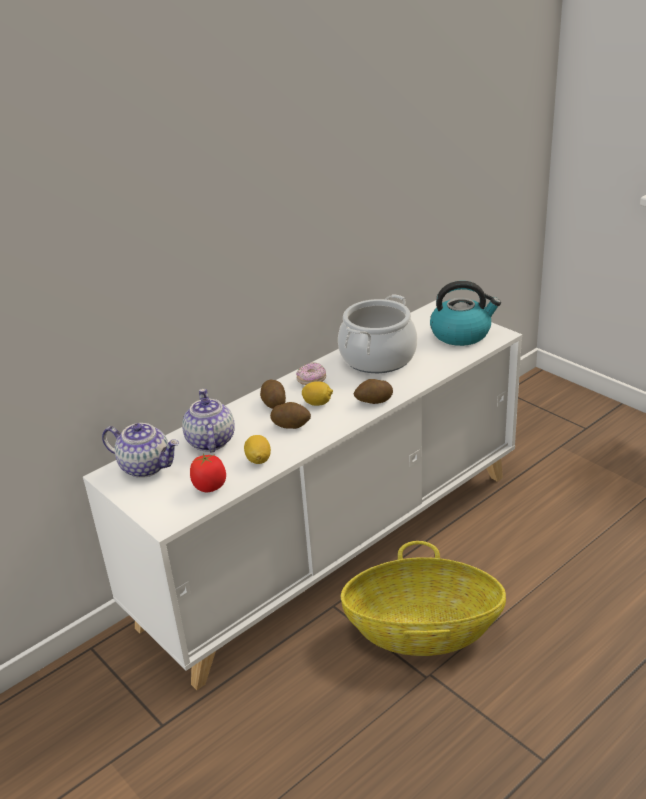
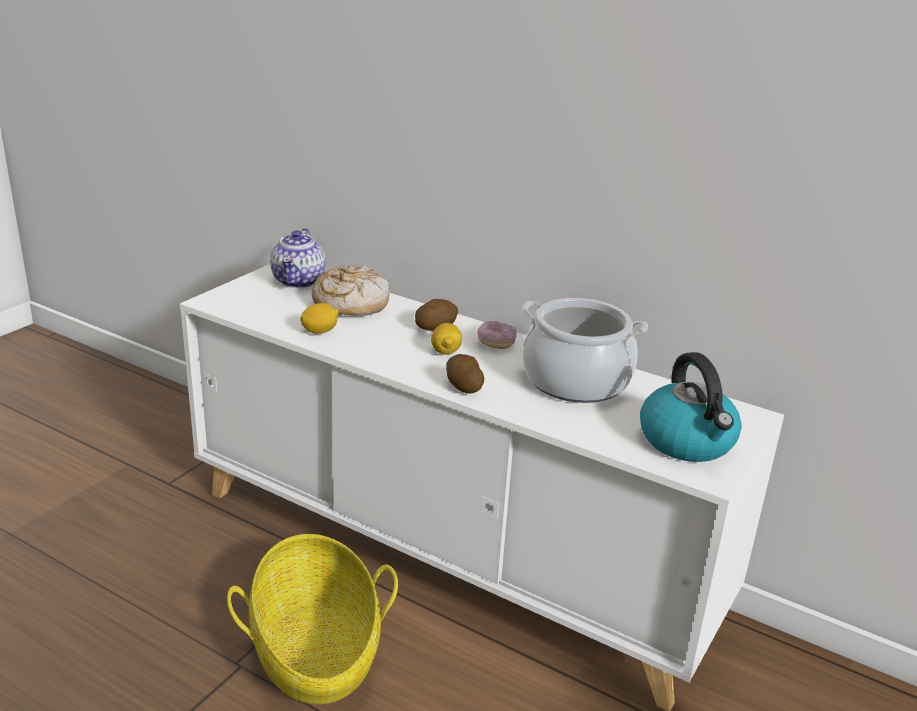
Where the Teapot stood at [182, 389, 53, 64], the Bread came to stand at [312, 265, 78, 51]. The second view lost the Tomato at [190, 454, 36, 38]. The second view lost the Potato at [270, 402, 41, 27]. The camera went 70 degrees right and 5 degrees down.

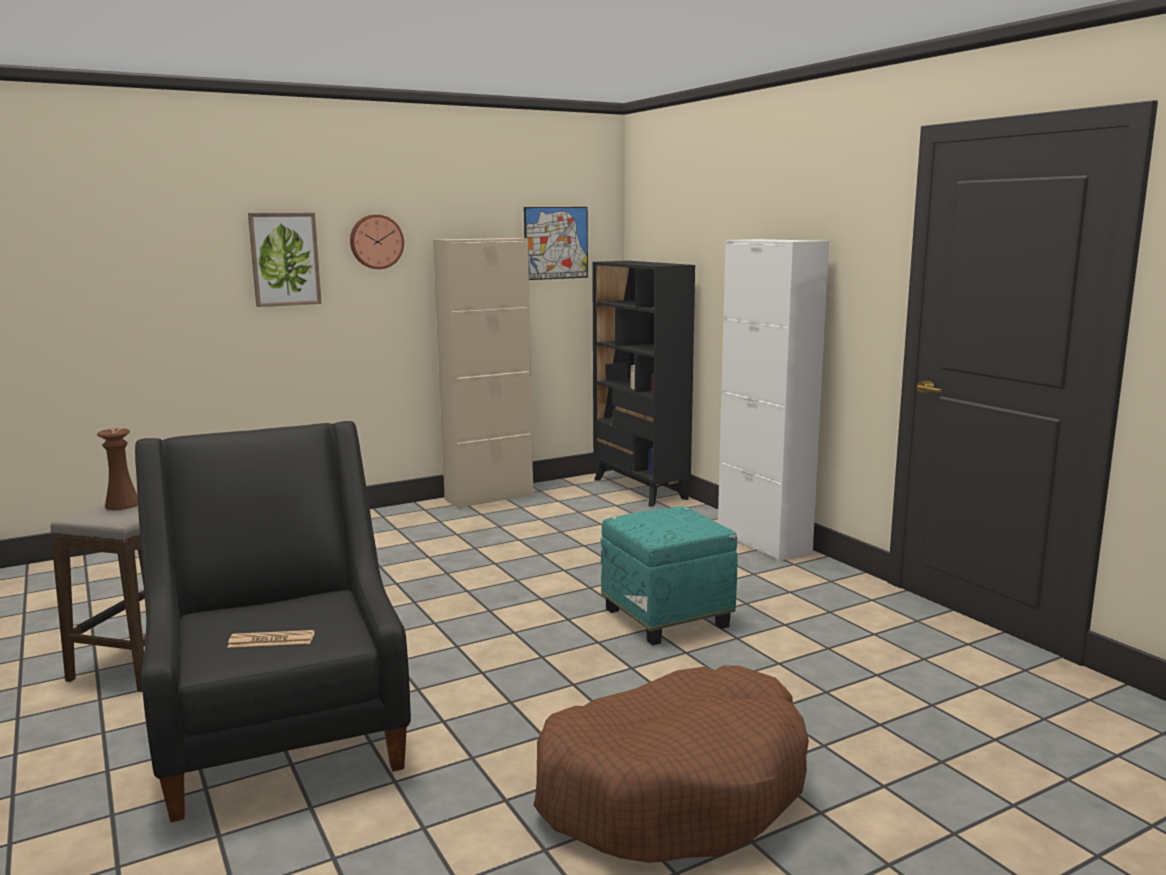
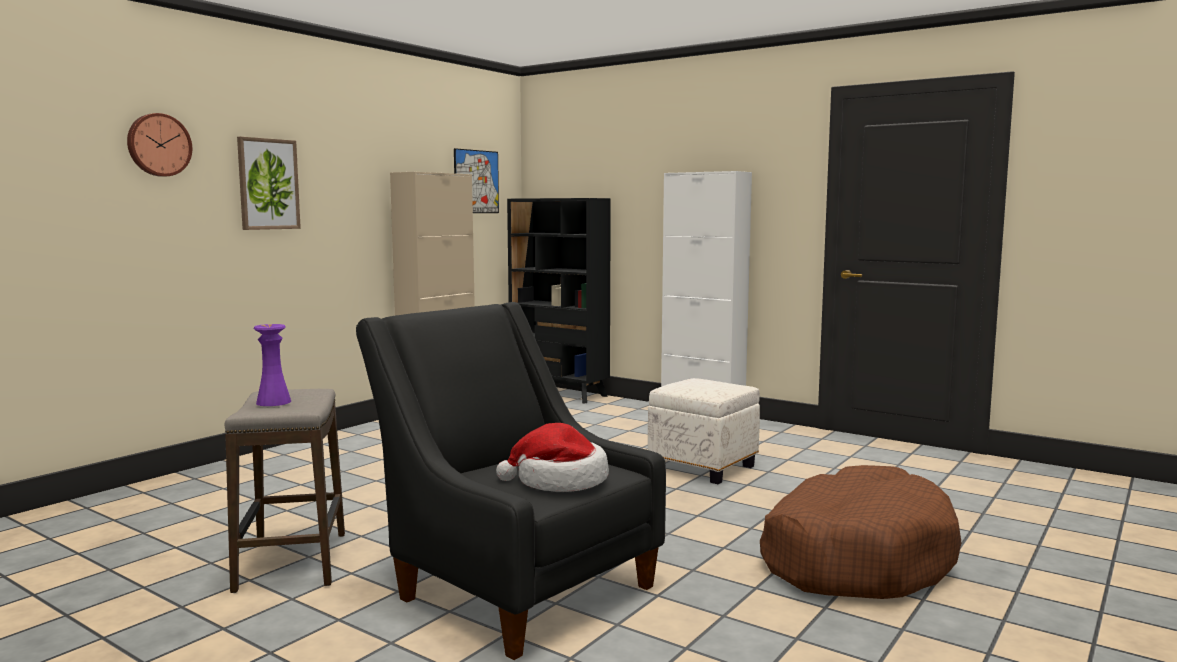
What was the BrownVase at [97, 428, 41, 82] turned into the PurpleVase at [254, 324, 37, 82]. Where the Newspaper stood at [227, 630, 88, 18], the Hat came to stand at [496, 423, 113, 69]. The WallClock ended up elsewhere, having gone from [350, 214, 54, 55] to [127, 113, 65, 64]. What was the TurquoiseOttoman at [601, 506, 136, 139] turned into the WhiteOttoman at [648, 378, 112, 106]. The camera went 25 degrees left and 5 degrees down.

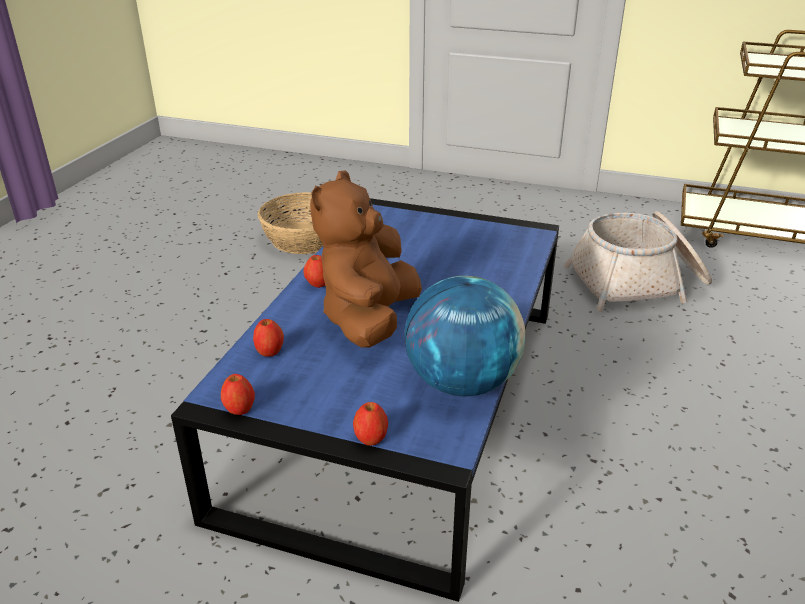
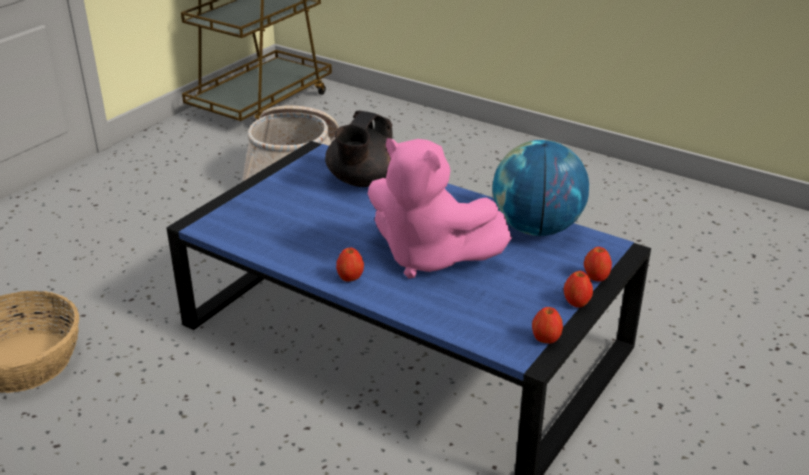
The Apple ended up elsewhere, having gone from [253, 319, 31, 38] to [564, 271, 29, 37]. What was the BrownPlushToy at [310, 170, 112, 178] turned into the PinkPlushToy at [368, 138, 144, 140]. The second view gained the BlackTeapot at [325, 110, 68, 77]. The camera went 75 degrees left and 0 degrees up.

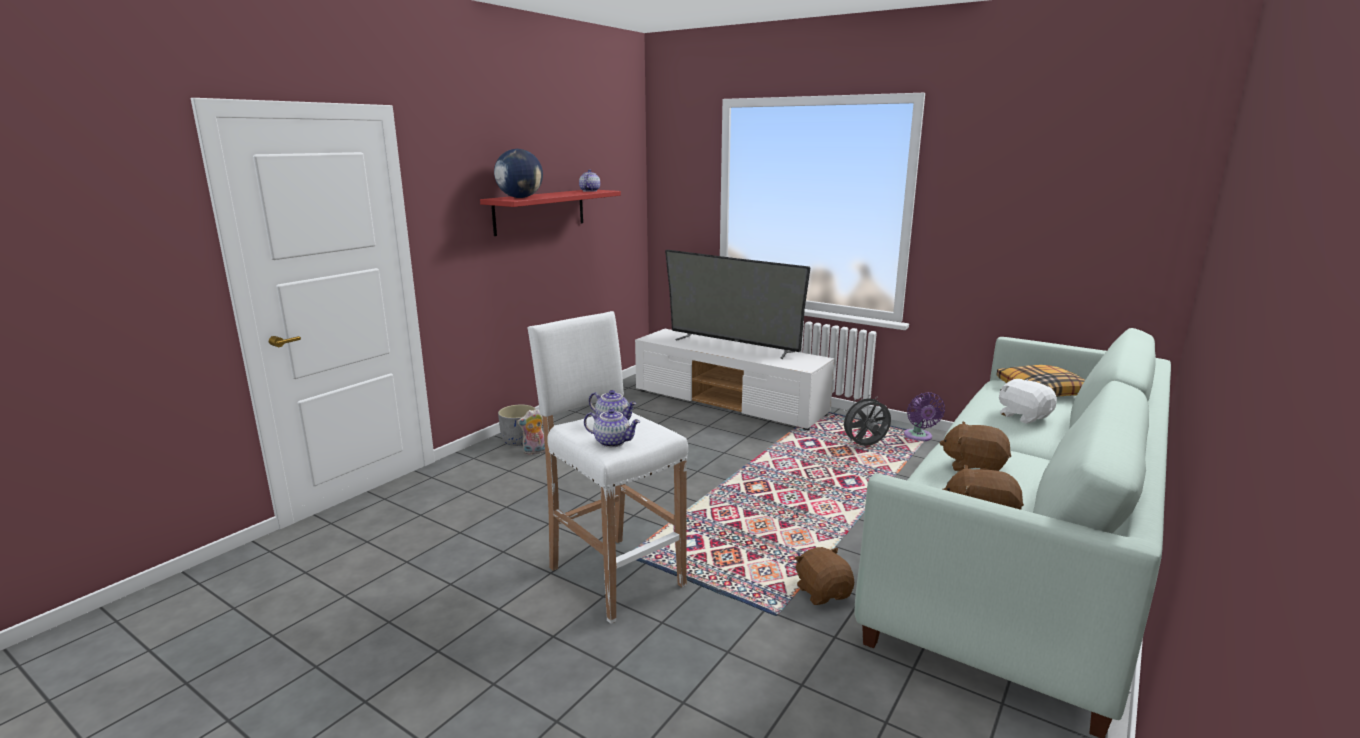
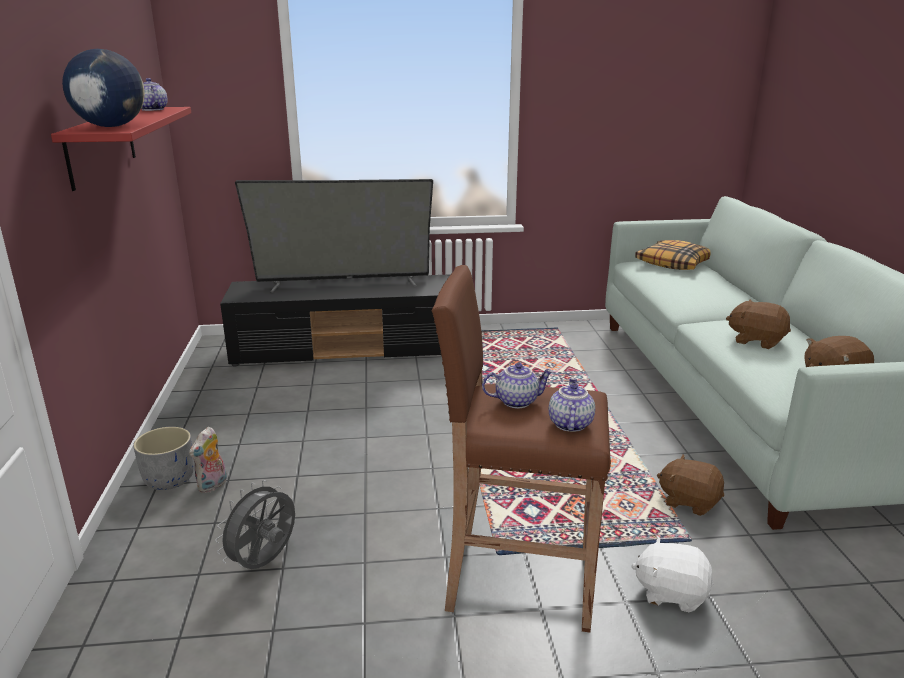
What was the WhiteStool at [528, 311, 160, 313] turned into the BrownStool at [432, 265, 179, 367]. The Teapot at [584, 409, 56, 38] ended up facing another way, 60 degrees counterclockwise from before. What was the WhiteTvStand at [635, 329, 199, 101] turned into the BlackTvStand at [220, 274, 231, 93]. The GreyFan ended up elsewhere, having gone from [840, 395, 51, 51] to [215, 480, 80, 89]. The second view lost the PurpleFan at [904, 392, 41, 49]. The BrownPlushToy at [940, 421, 71, 51] ended up facing another way, 45 degrees clockwise from before. The WhitePlushToy ended up elsewhere, having gone from [999, 379, 58, 45] to [631, 536, 83, 76]. The camera went 40 degrees left and 5 degrees up.

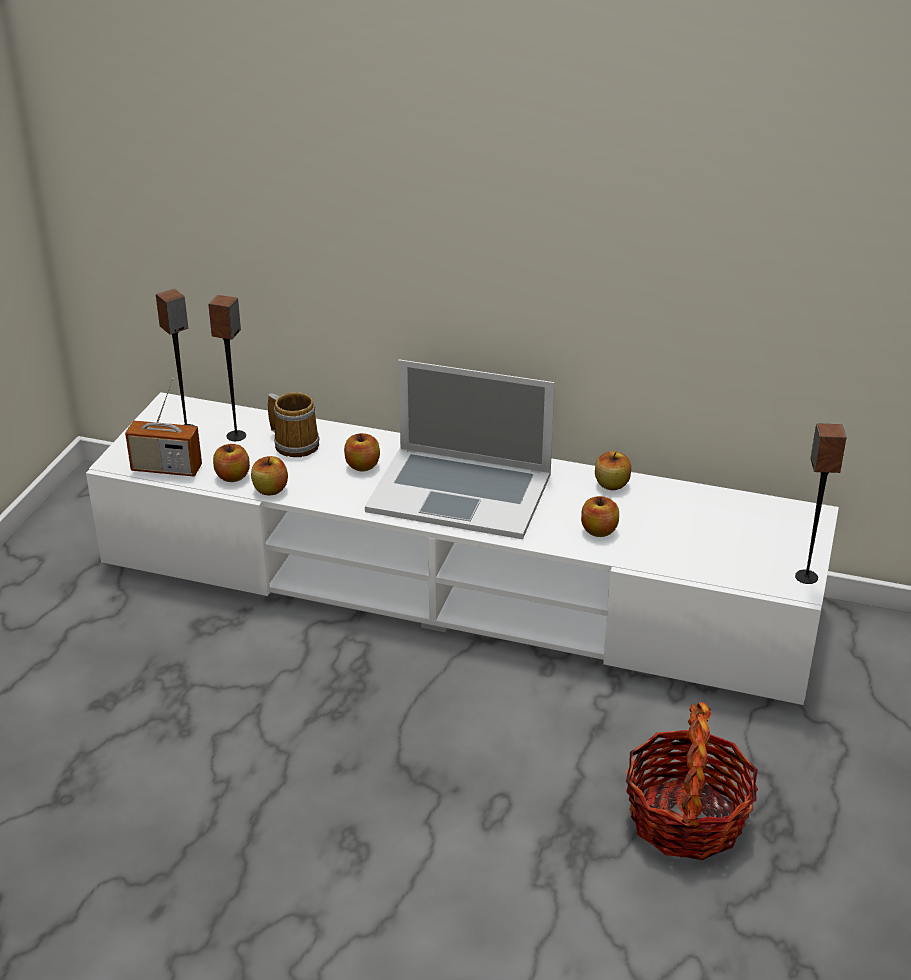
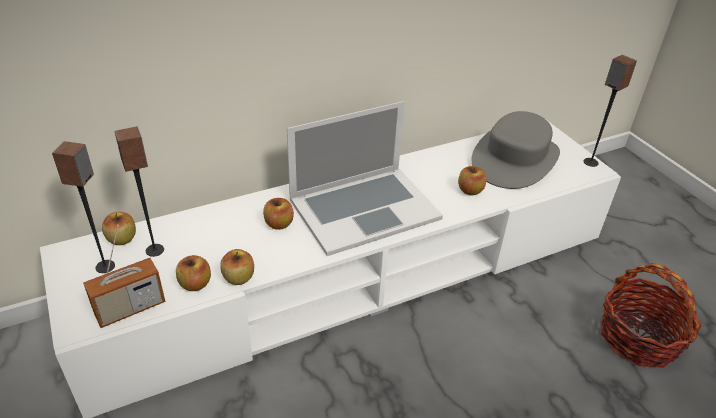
The second view lost the Mug at [268, 392, 52, 65]. The Apple ended up elsewhere, having gone from [595, 451, 36, 39] to [102, 212, 34, 33]. The second view gained the GreyHat at [472, 111, 88, 78]. The camera went 45 degrees left and 5 degrees up.

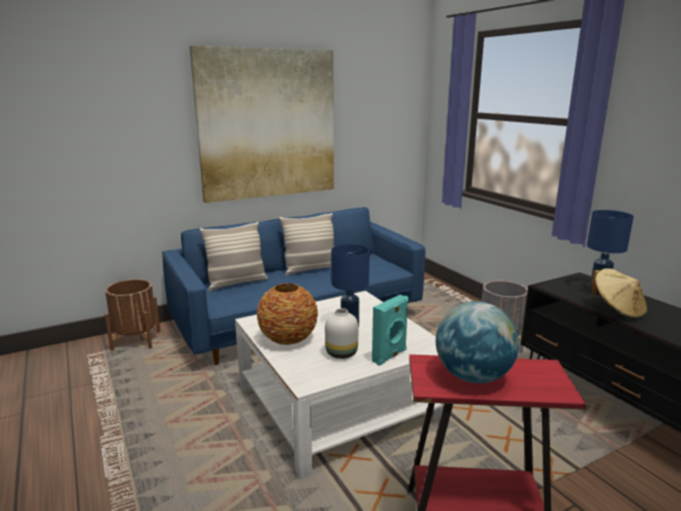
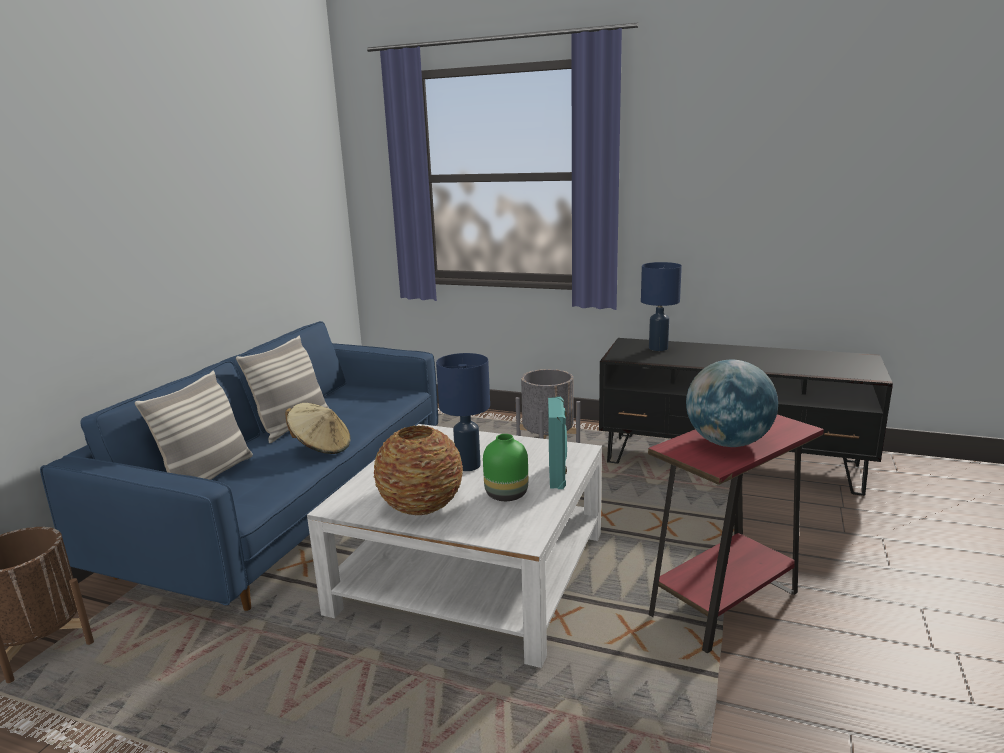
The second view lost the Picture at [190, 46, 144, 157]. What was the WhiteVase at [325, 308, 33, 51] turned into the GreenVase at [483, 434, 45, 67]. The BeigeHat ended up elsewhere, having gone from [592, 268, 55, 51] to [285, 403, 66, 51]. The camera went 40 degrees left and 0 degrees up.

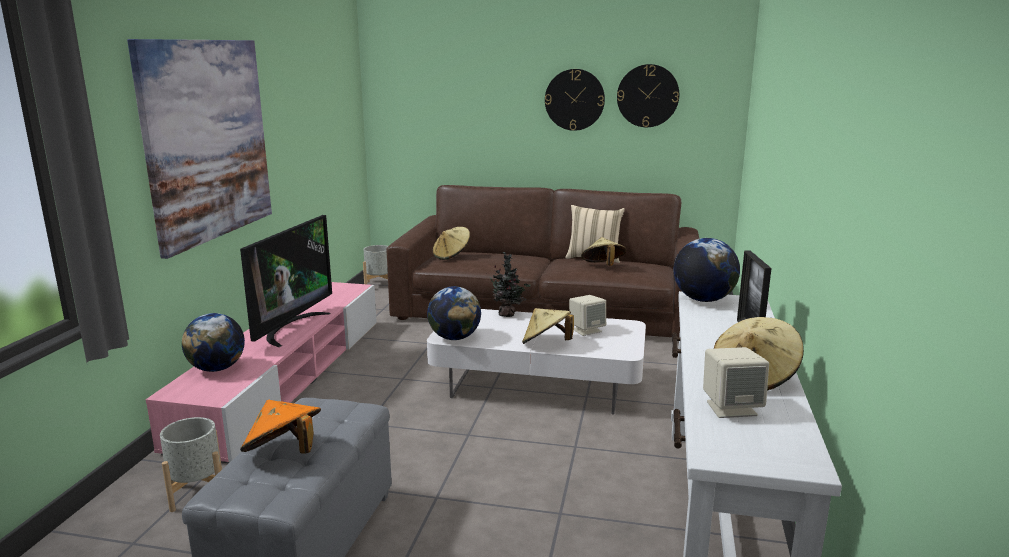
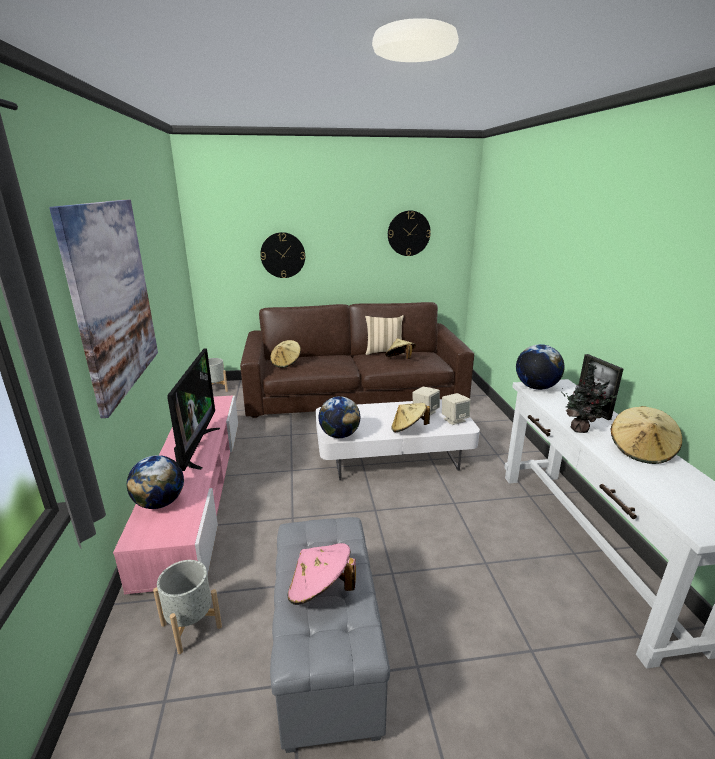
What was the OrangeHat at [240, 399, 81, 55] turned into the PinkHat at [288, 543, 68, 62]. The PottedPlant ended up elsewhere, having gone from [486, 252, 45, 65] to [561, 363, 56, 70]. The WallClock ended up elsewhere, having gone from [545, 69, 60, 62] to [260, 232, 45, 46]. The BeigeSpeaker ended up elsewhere, having gone from [703, 347, 66, 71] to [442, 393, 29, 32]. The camera went 20 degrees left and 5 degrees up.

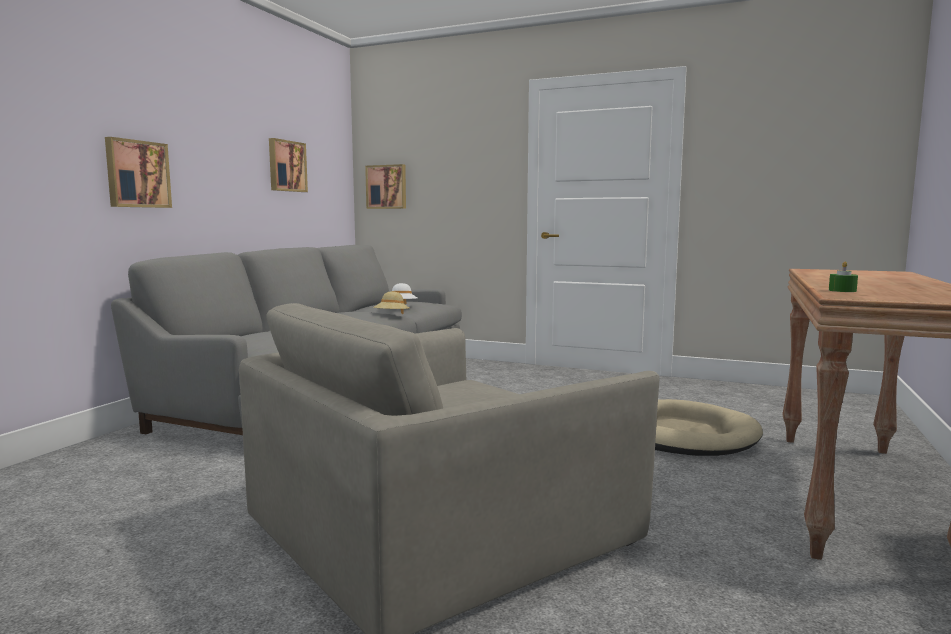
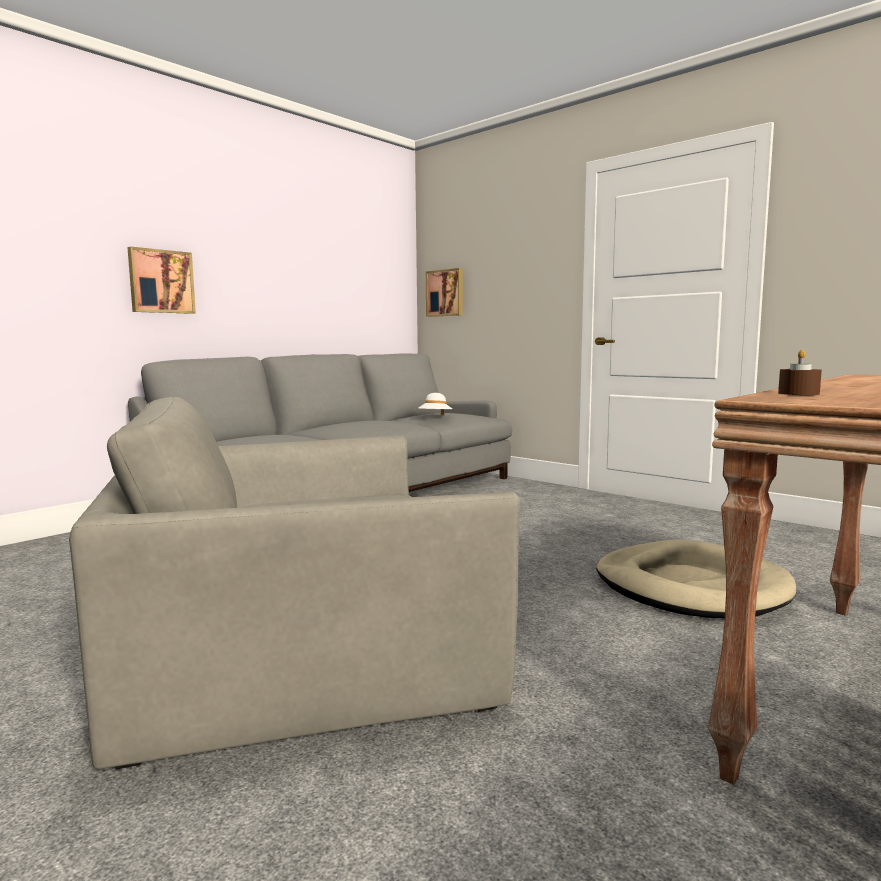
The second view lost the Picture at [269, 138, 39, 54]. The second view lost the BeigeHat at [374, 291, 35, 23]. What was the GreenCandle at [829, 261, 29, 31] turned into the BrownCandle at [778, 350, 44, 45]. The camera went 20 degrees right and 0 degrees up.

